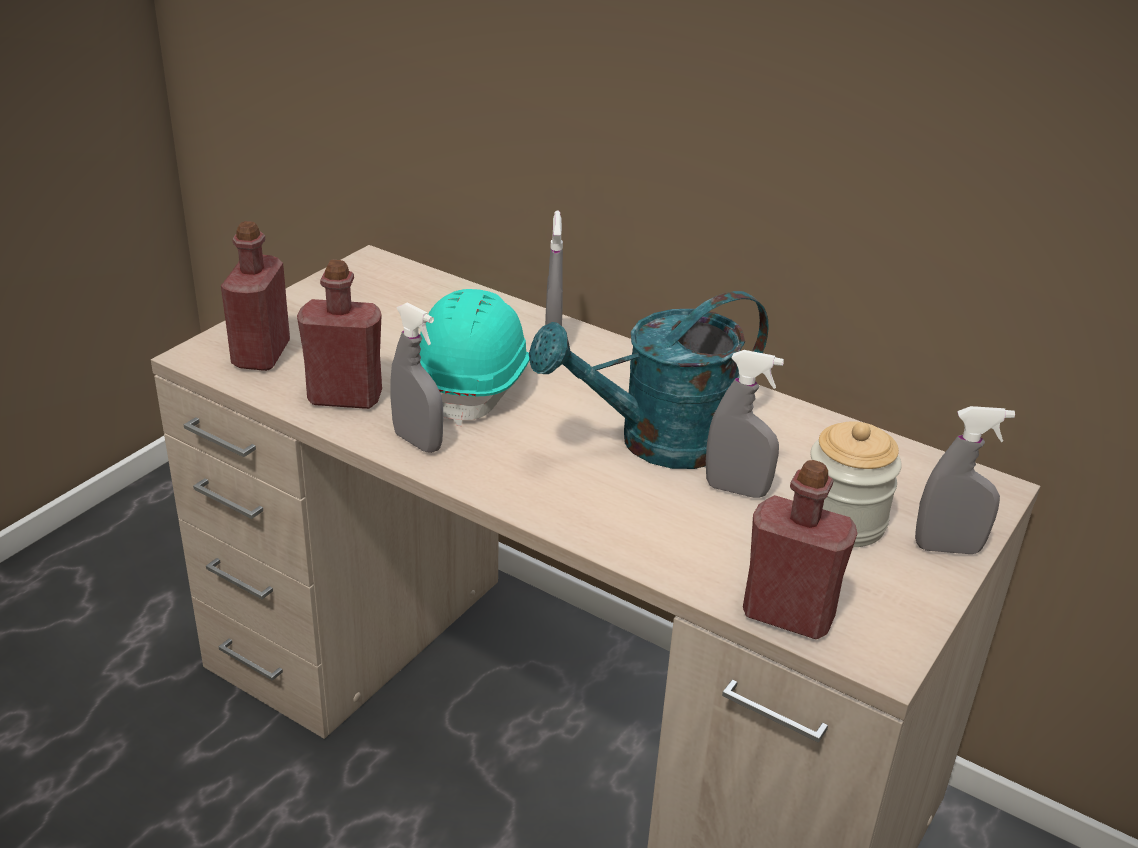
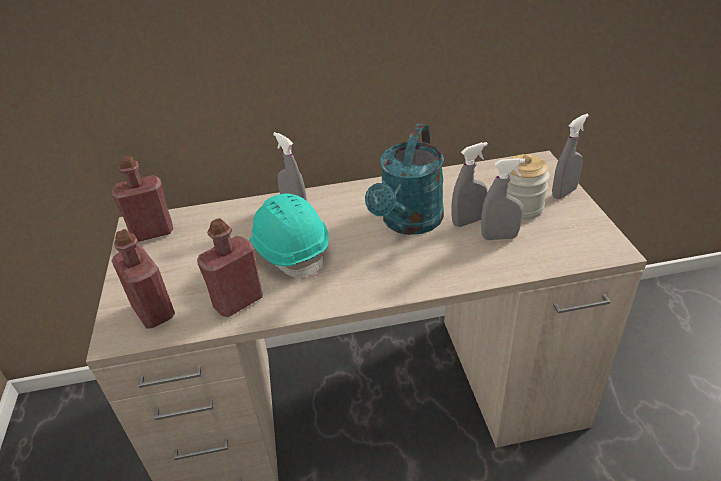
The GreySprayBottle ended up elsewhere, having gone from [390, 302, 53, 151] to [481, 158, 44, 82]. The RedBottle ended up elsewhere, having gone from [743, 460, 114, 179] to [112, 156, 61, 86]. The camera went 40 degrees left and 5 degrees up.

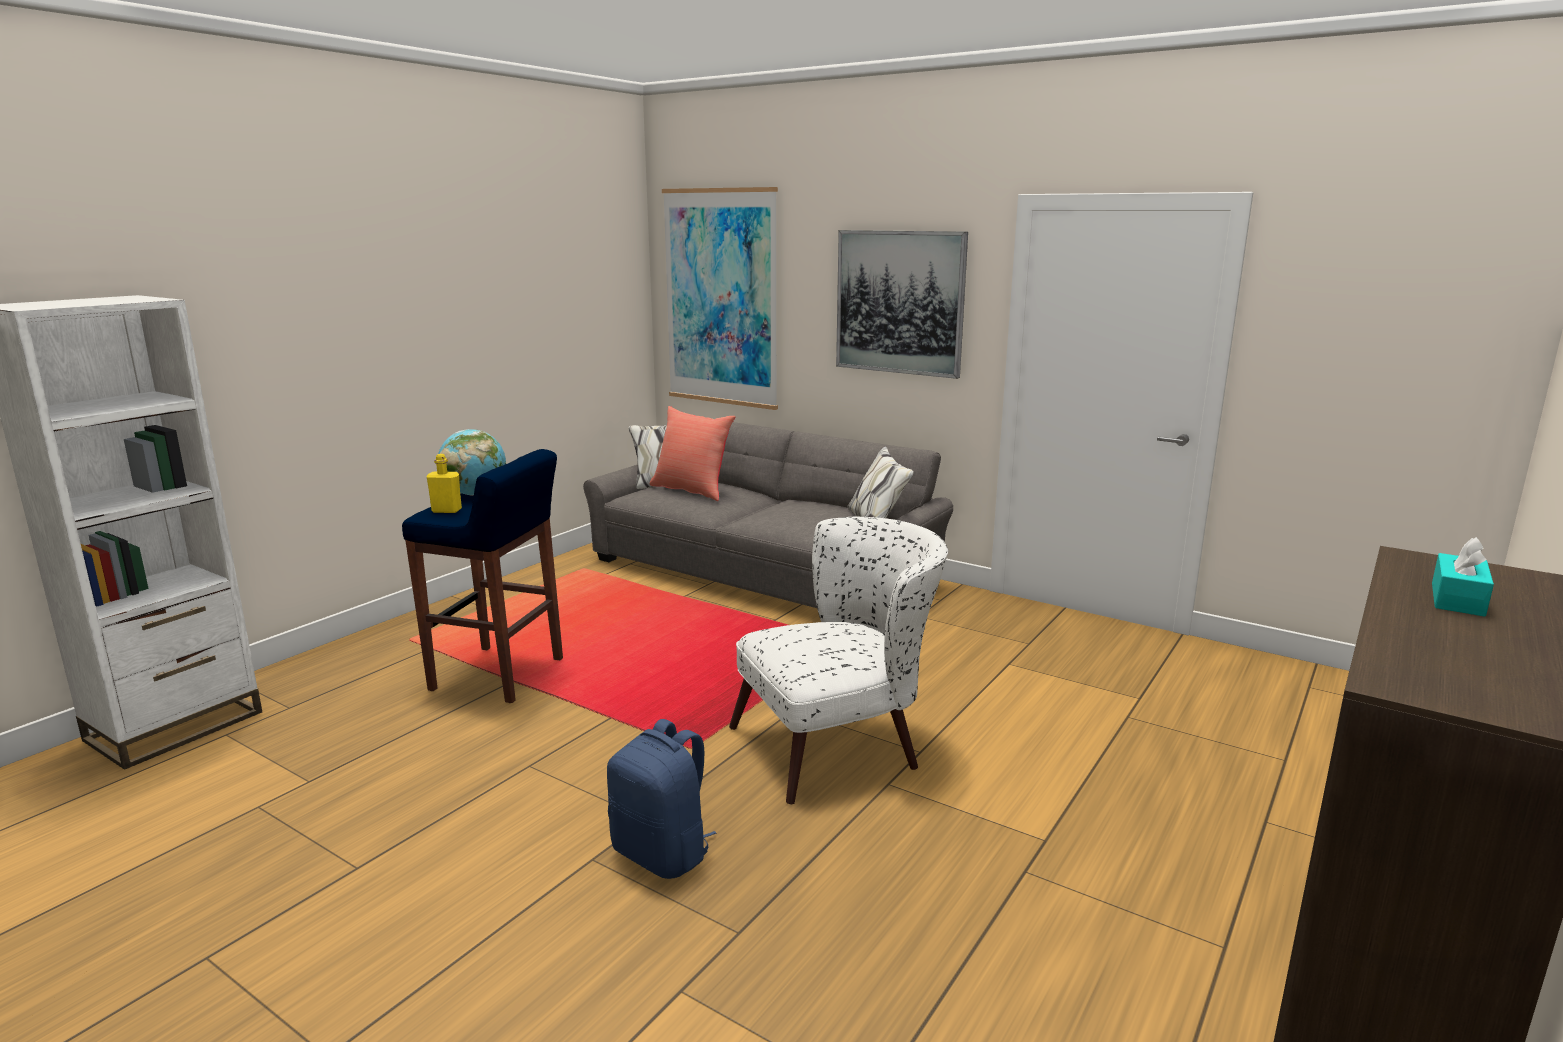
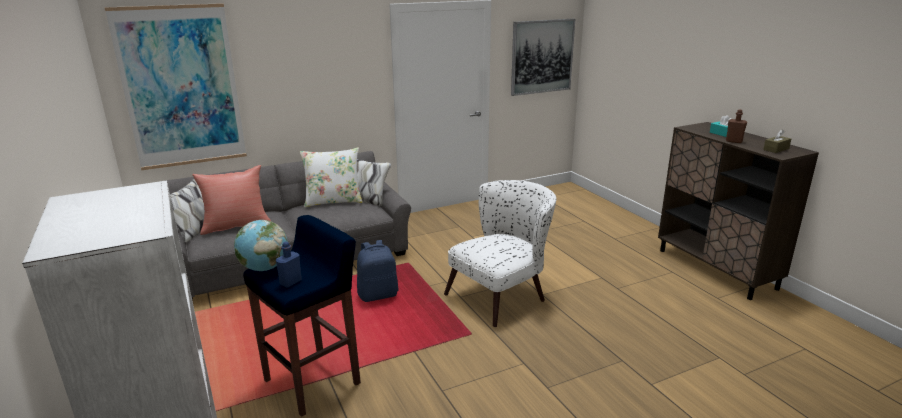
What was the YellowBottle at [427, 454, 35, 59] turned into the BlueBottle at [276, 242, 26, 45]. The BlueBackpack ended up elsewhere, having gone from [607, 719, 109, 160] to [357, 240, 42, 62]. The WhiteArmchair at [729, 517, 219, 287] ended up facing another way, 45 degrees clockwise from before. The Picture ended up elsewhere, having gone from [836, 230, 132, 149] to [511, 19, 64, 77]. The second view gained the WhitePillow at [300, 147, 63, 60]. The second view gained the BrownBottle at [726, 109, 21, 34]. The second view gained the BrownTissueBox at [763, 129, 28, 24]. The camera went 60 degrees left and 5 degrees up.

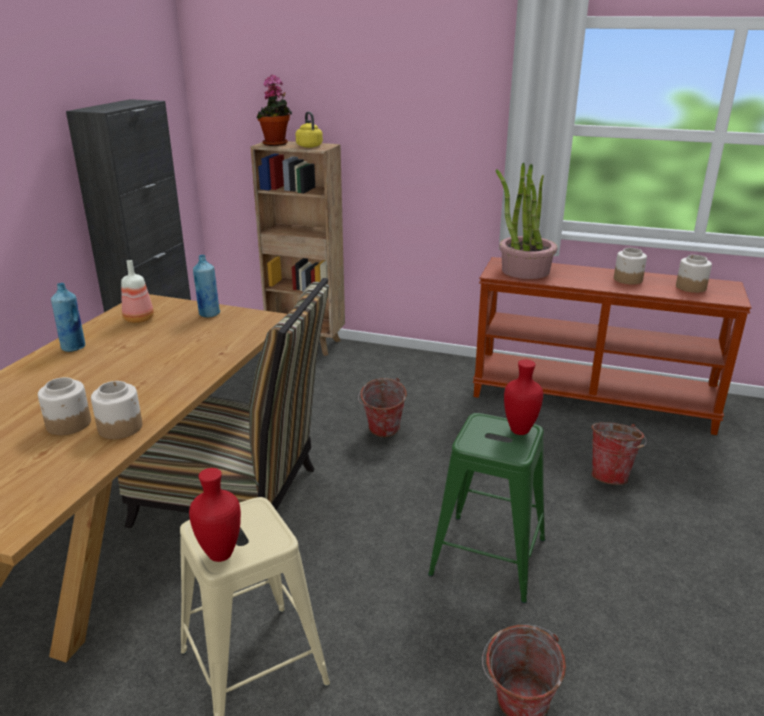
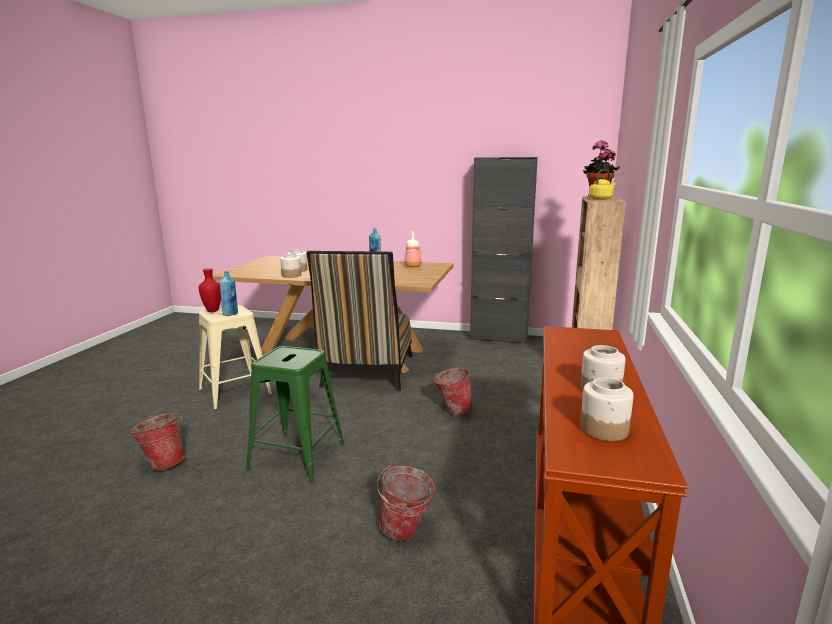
The BlueBottle ended up elsewhere, having gone from [193, 255, 27, 62] to [219, 271, 19, 45]. The second view lost the PottedPlant at [496, 163, 62, 116]. The second view lost the RedVase at [504, 360, 39, 75]. The camera went 85 degrees right and 10 degrees down.

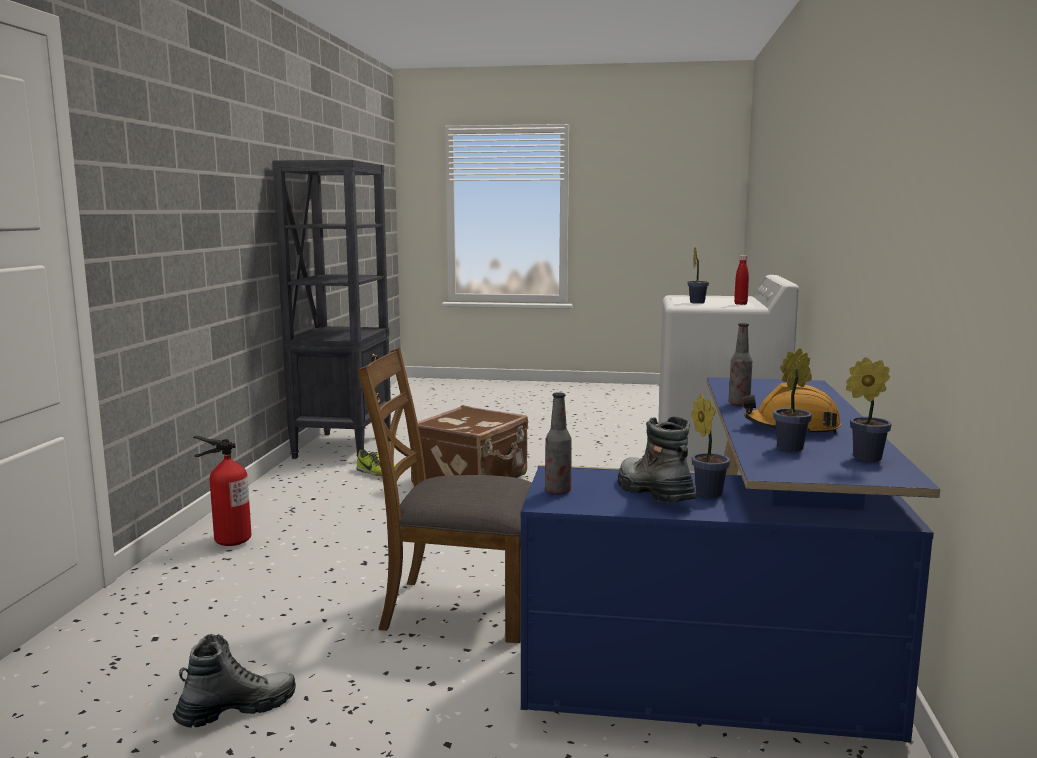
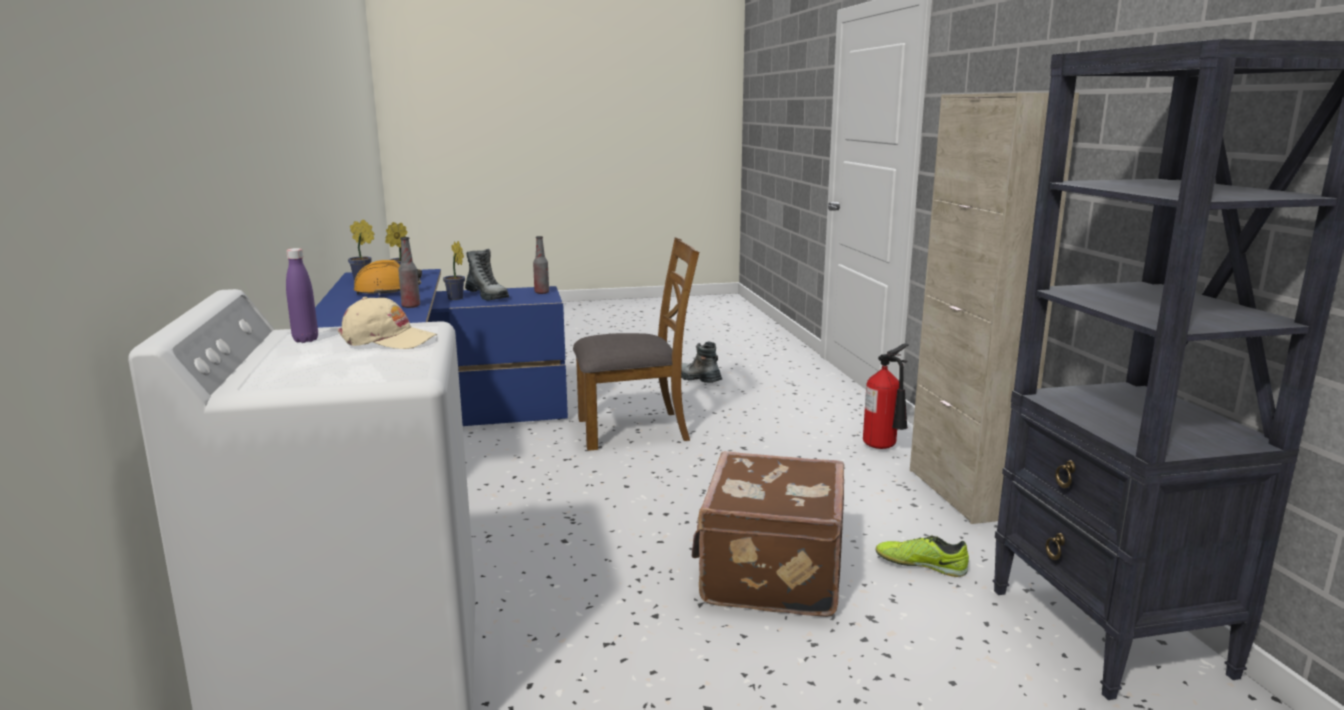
The Boot at [173, 634, 123, 94] ended up facing another way, 105 degrees clockwise from before. Where the PottedPlant stood at [687, 246, 22, 58], the BeigeCap came to stand at [338, 297, 99, 52]. What was the RedBottle at [734, 255, 15, 50] turned into the PurpleBottle at [286, 248, 32, 95]. The second view gained the BeigeCabinet at [910, 93, 169, 431]. The camera went 160 degrees right and 5 degrees up.

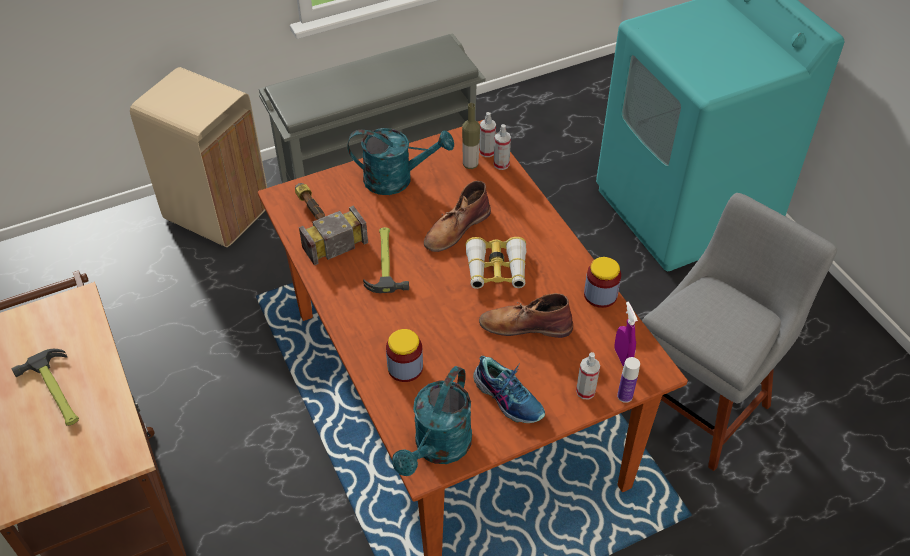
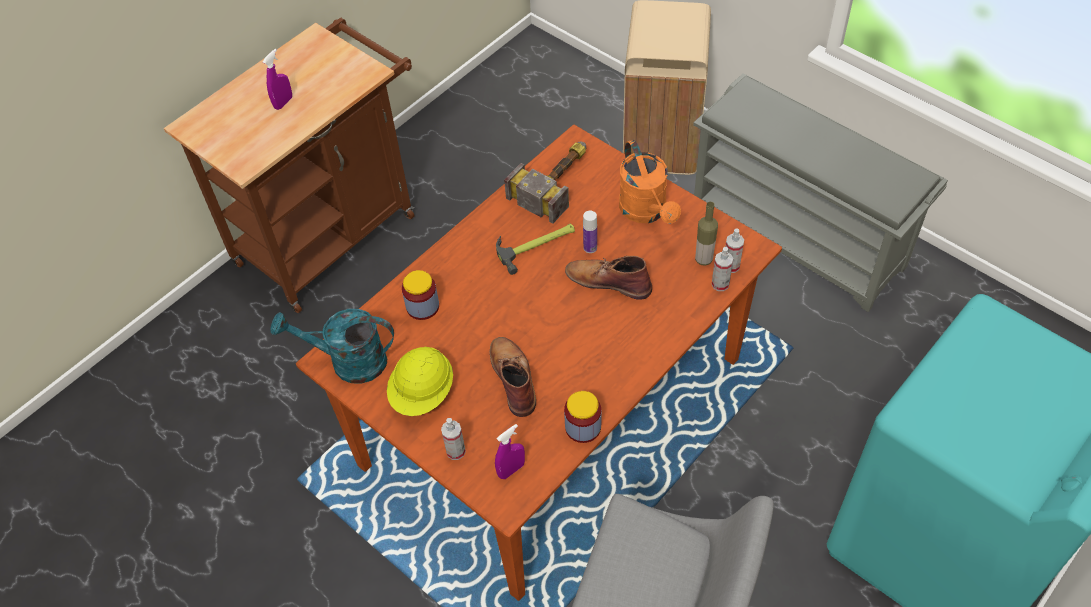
Where the Hammer stood at [12, 349, 67, 77], the PurpleSprayBottle came to stand at [263, 49, 29, 61]. What was the TurquoiseWateringCan at [347, 128, 107, 67] turned into the OrangeWateringCan at [619, 140, 62, 84]. The second view lost the Binoculars at [465, 237, 62, 52]. Where the Shoe stood at [473, 356, 72, 67], the YellowHardHat came to stand at [387, 347, 66, 69]. The Bottle ended up elsewhere, having gone from [617, 357, 23, 46] to [583, 211, 14, 42]. The camera went 70 degrees right and 5 degrees up.

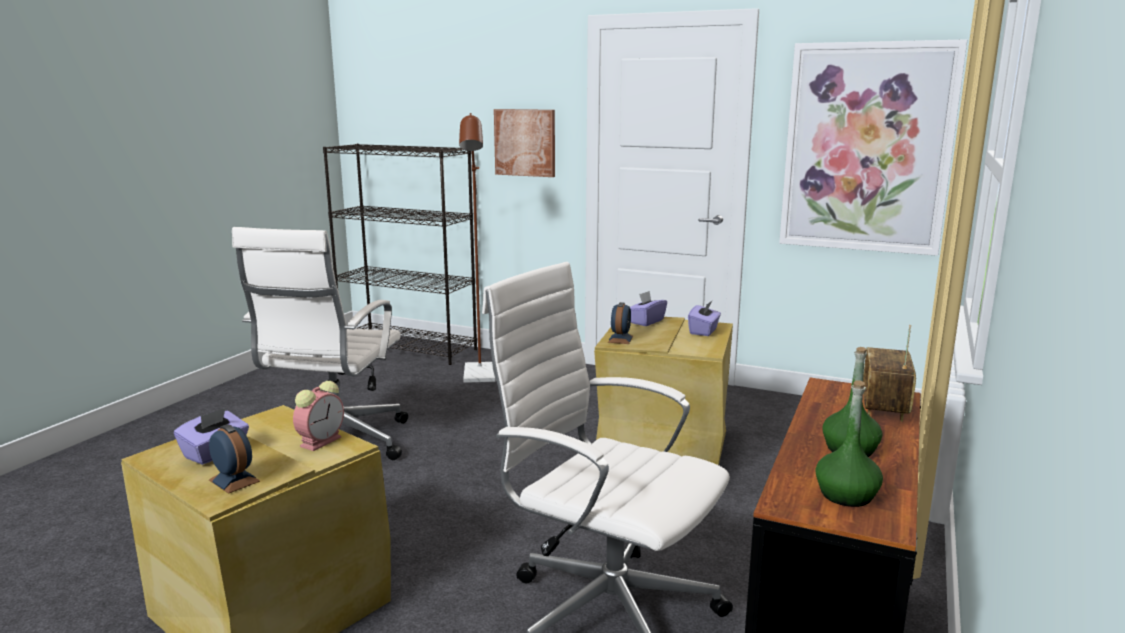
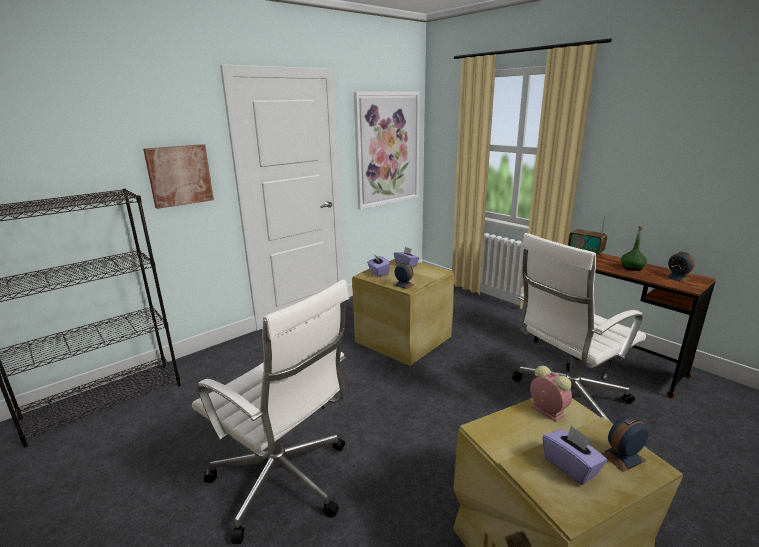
The second view lost the BrownFloorLamp at [459, 113, 36, 270]. Where the GreenBottle stood at [815, 380, 68, 127], the AlarmClock came to stand at [664, 252, 31, 31]. The camera went 65 degrees left and 5 degrees up.

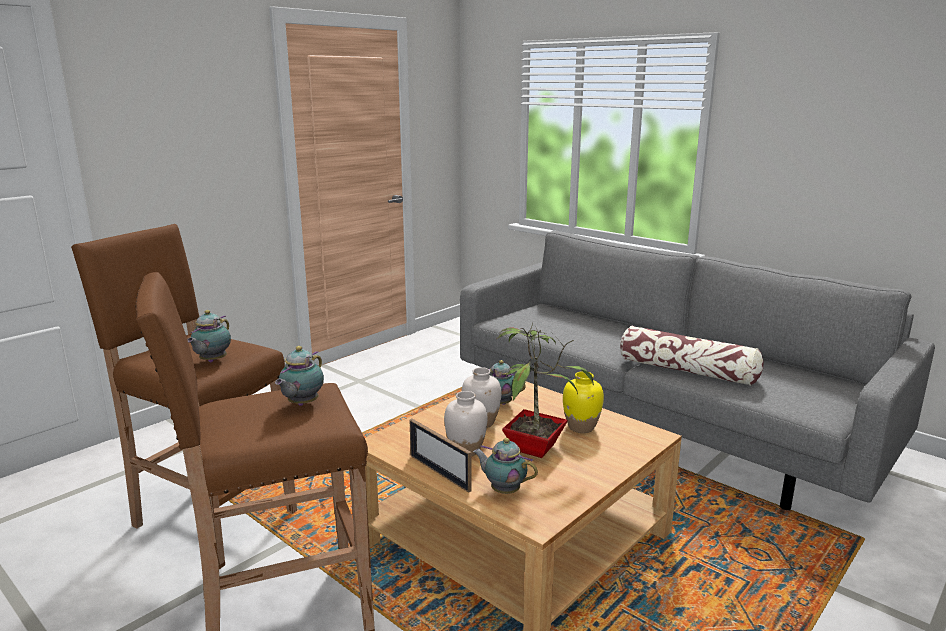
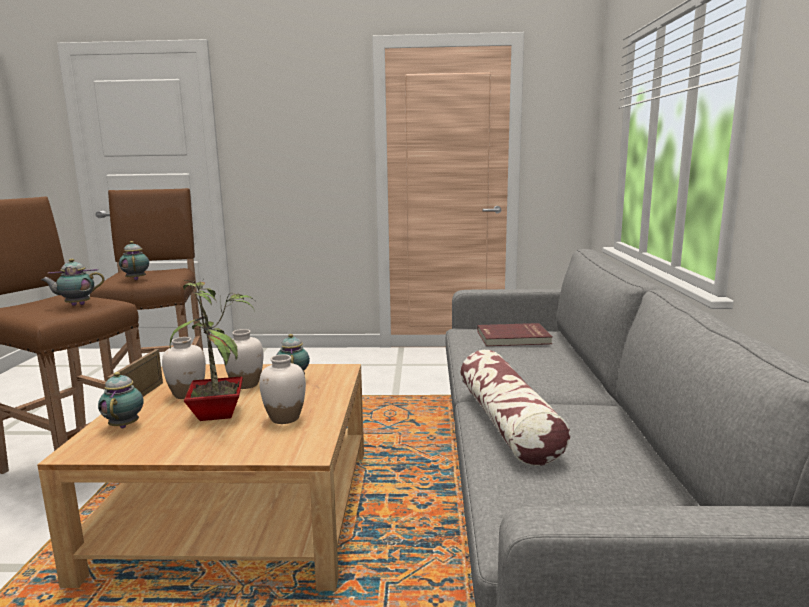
The Teapot at [187, 310, 44, 52] ended up facing another way, 90 degrees clockwise from before. What was the YellowVase at [563, 371, 41, 62] turned into the WhiteVase at [259, 354, 47, 70]. The second view gained the RedBook at [477, 323, 76, 23]. The camera went 50 degrees right and 5 degrees down.

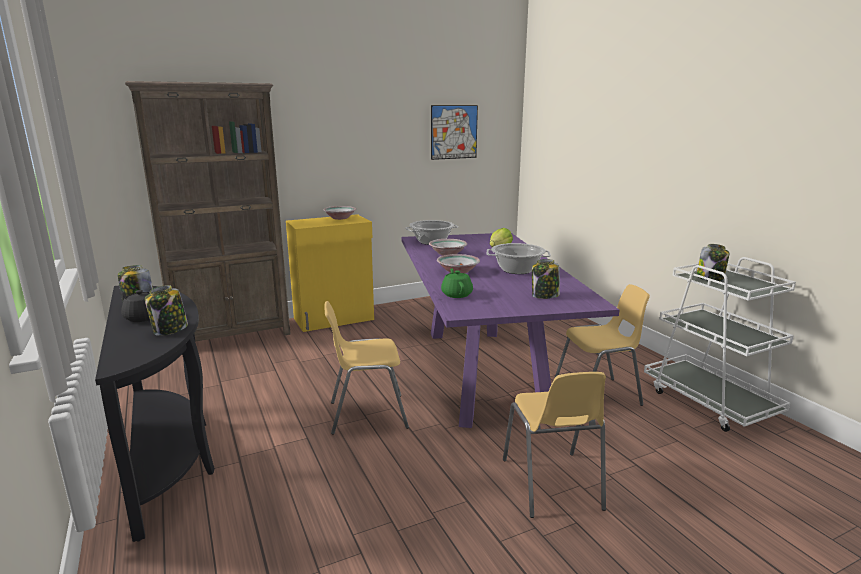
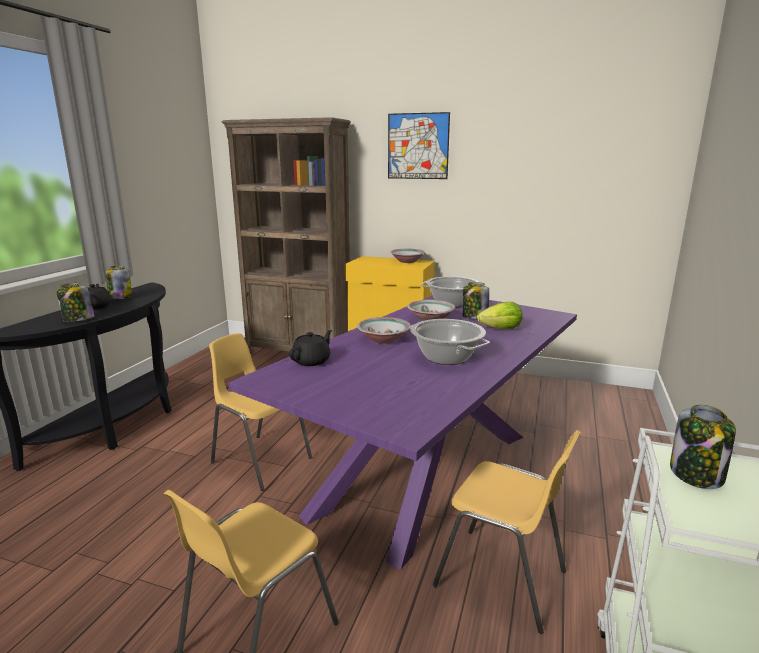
The Picture ended up elsewhere, having gone from [431, 105, 47, 55] to [388, 112, 62, 67]. What was the GreenTeapot at [441, 268, 32, 30] turned into the BlackTeapot at [289, 330, 43, 36]. The Jar ended up elsewhere, having gone from [532, 259, 28, 40] to [463, 282, 26, 37]. The camera went 45 degrees right and 0 degrees up.

